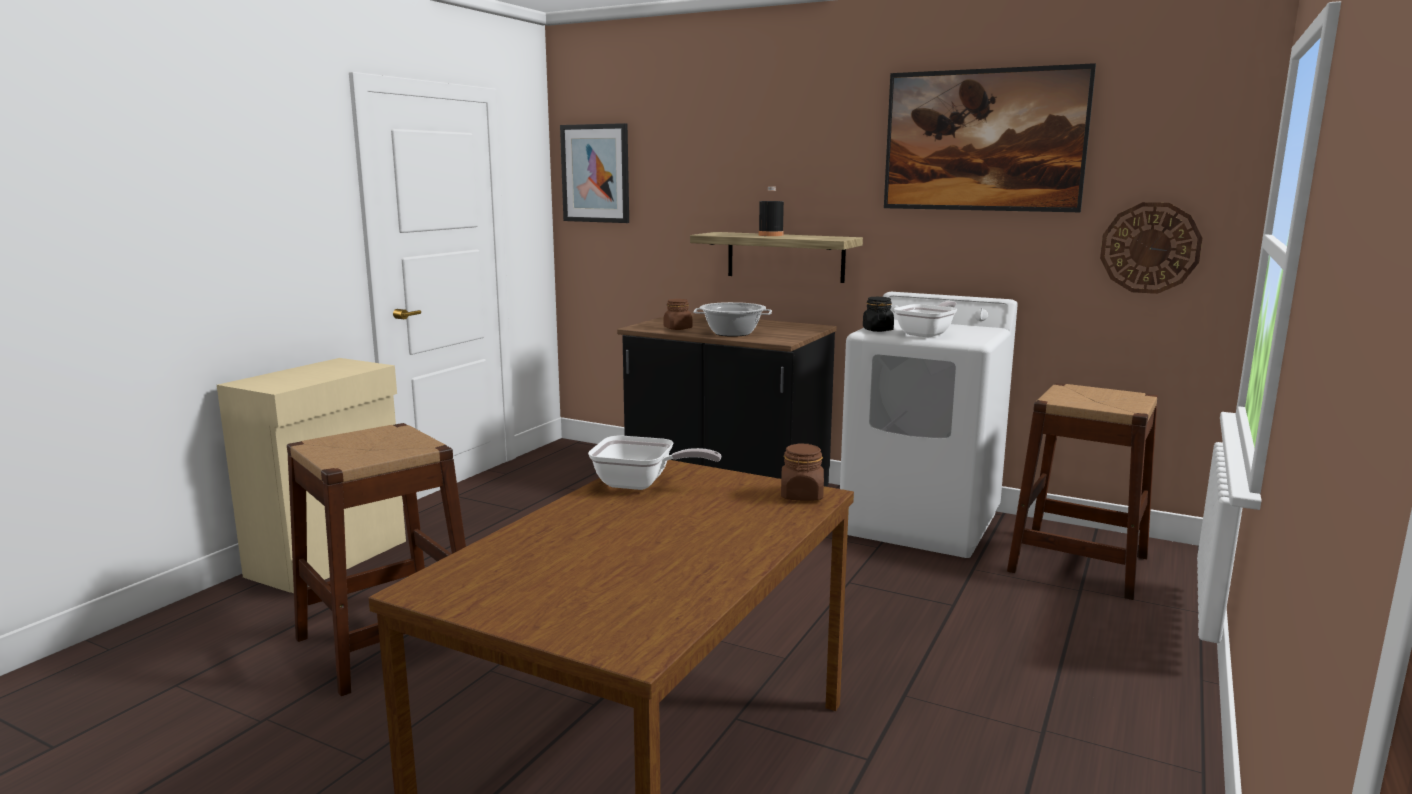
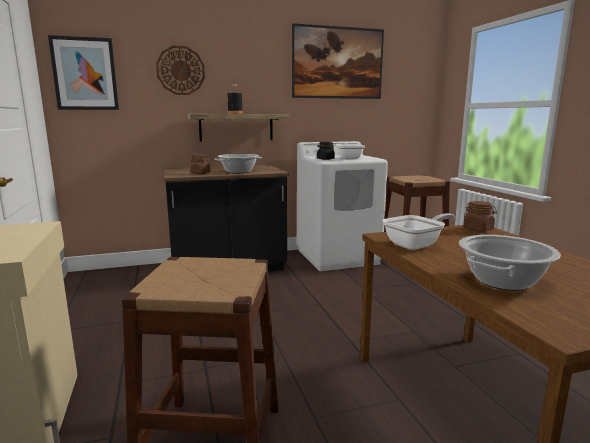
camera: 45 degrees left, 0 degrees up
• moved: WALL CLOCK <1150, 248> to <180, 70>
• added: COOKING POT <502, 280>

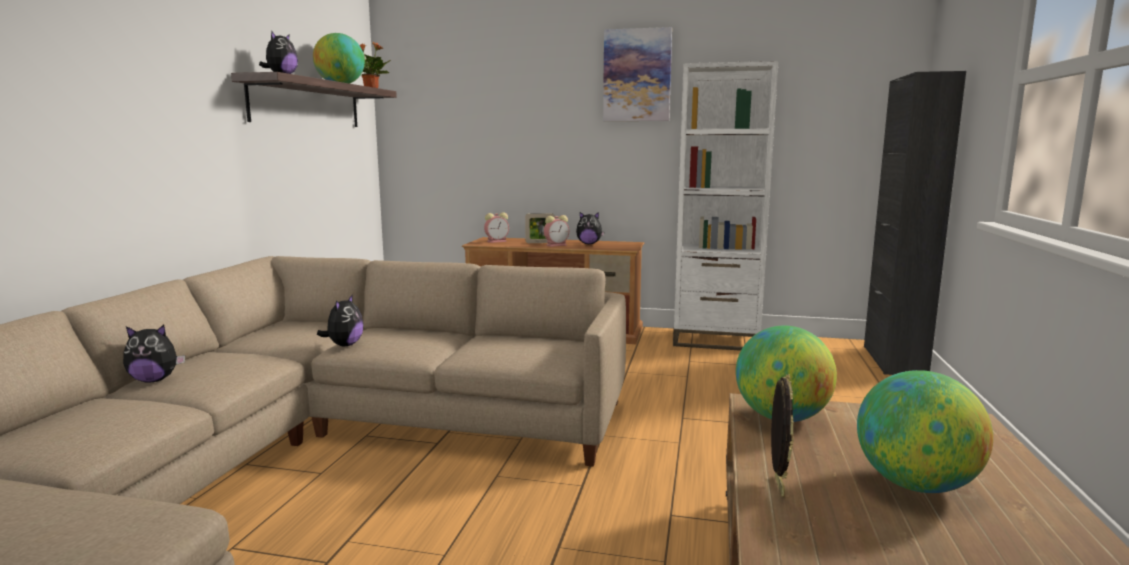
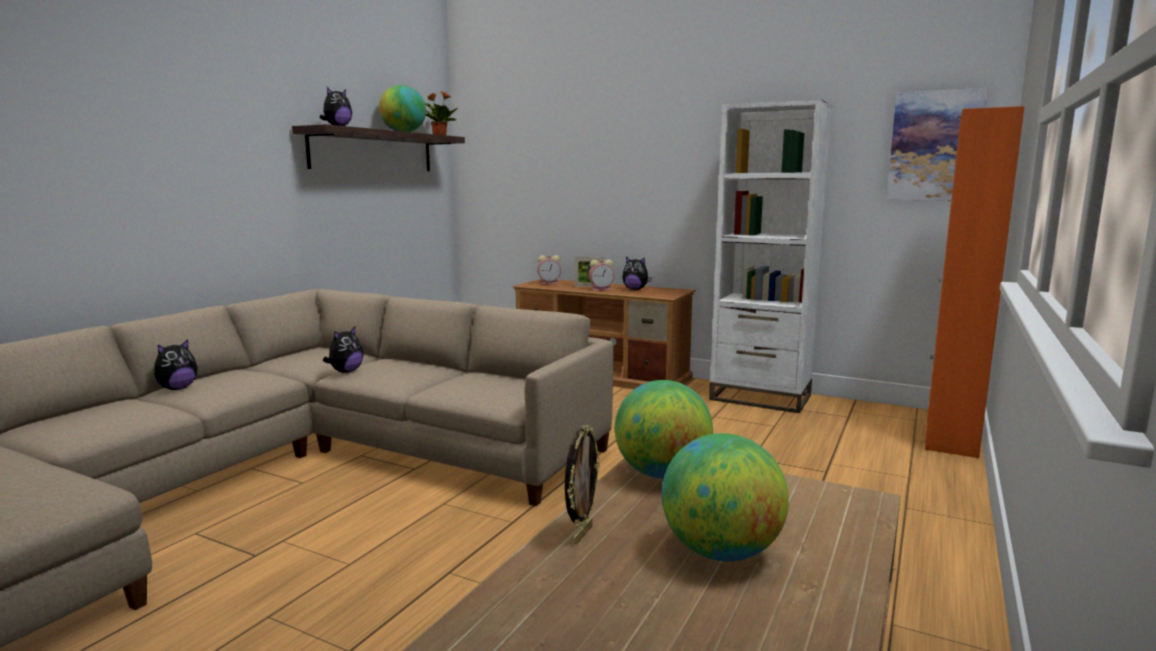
camera: 15 degrees right, 0 degrees up
• moved: PICTURE <637, 75> to <935, 146>
• recoloured: BLACK CABINET <894, 361> to ORANGE CABINET <951, 436>
• turned: PLUSH TOY <154, 380> = <177, 388> 60 degrees counterclockwise

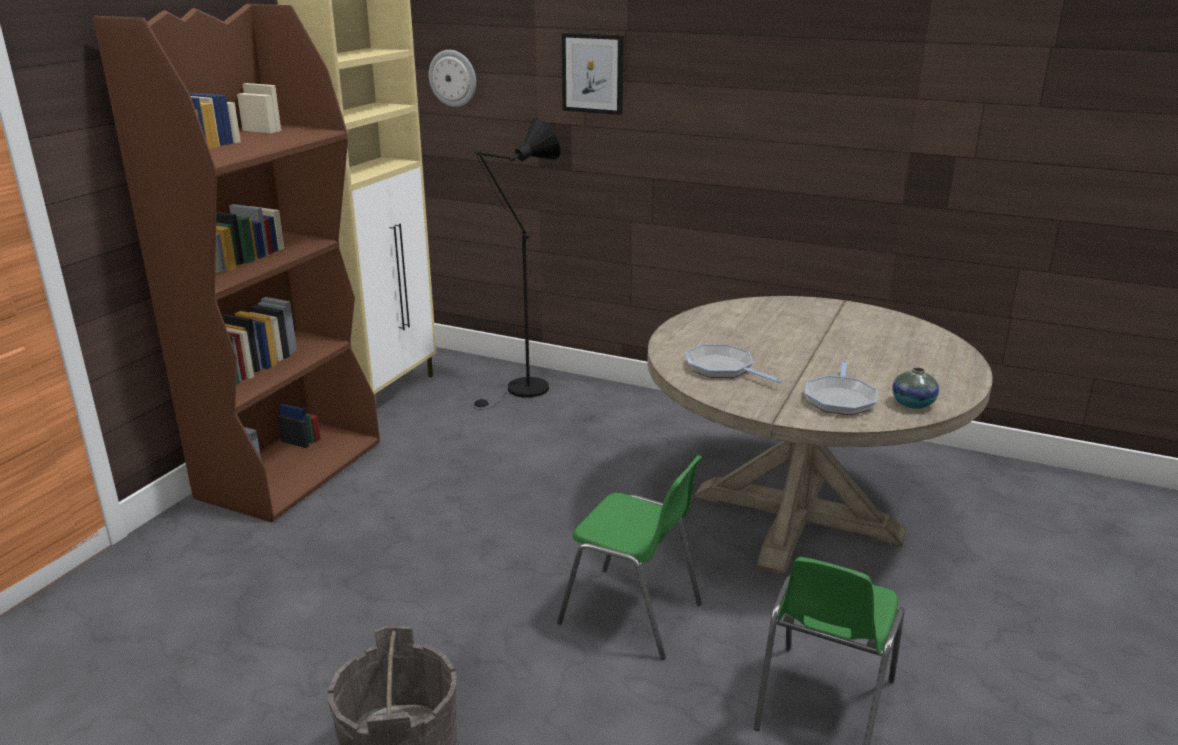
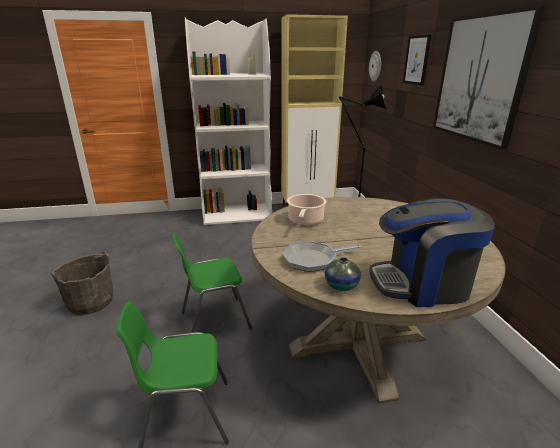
camera: 55 degrees right, 0 degrees up
• recoloured: BROWN BOOKCASE <291, 469> to WHITE BOOKCASE <237, 214>
• replaced: FRYING PAN <722, 368> to COOKING POT <305, 221>
• turned: GREEN CHAIR <632, 614> = <214, 320> 75 degrees clockwise
• added: PICTURE <480, 79>
• added: COFFEE MACHINE <422, 284>

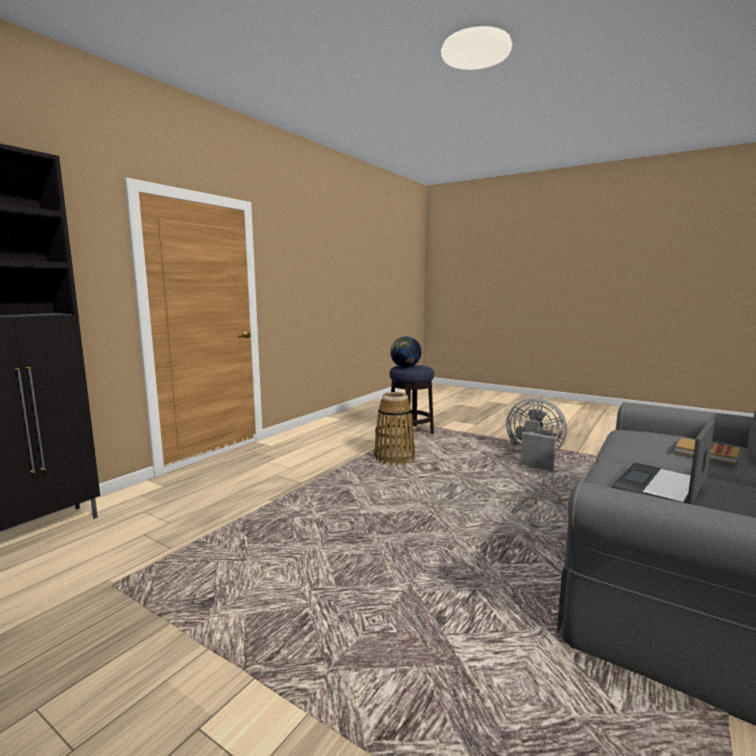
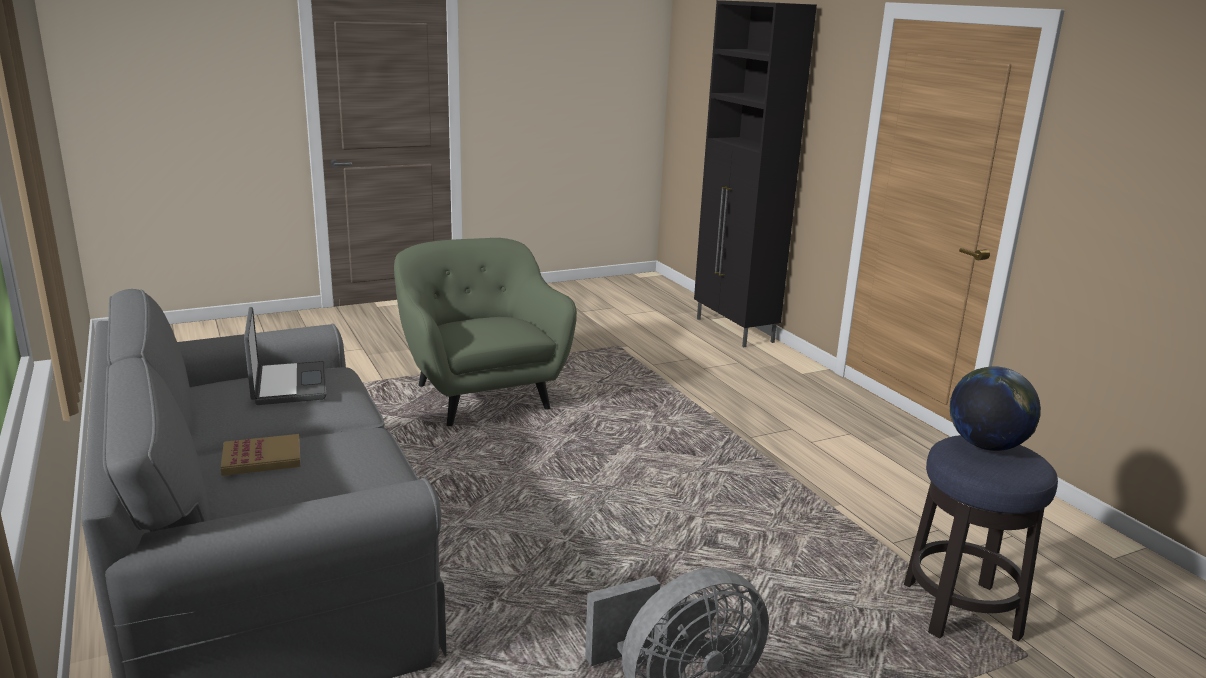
camera: 120 degrees right, 10 degrees up
• removed: BASKET <394, 458>
• added: GREEN ARMCHAIR <481, 395>

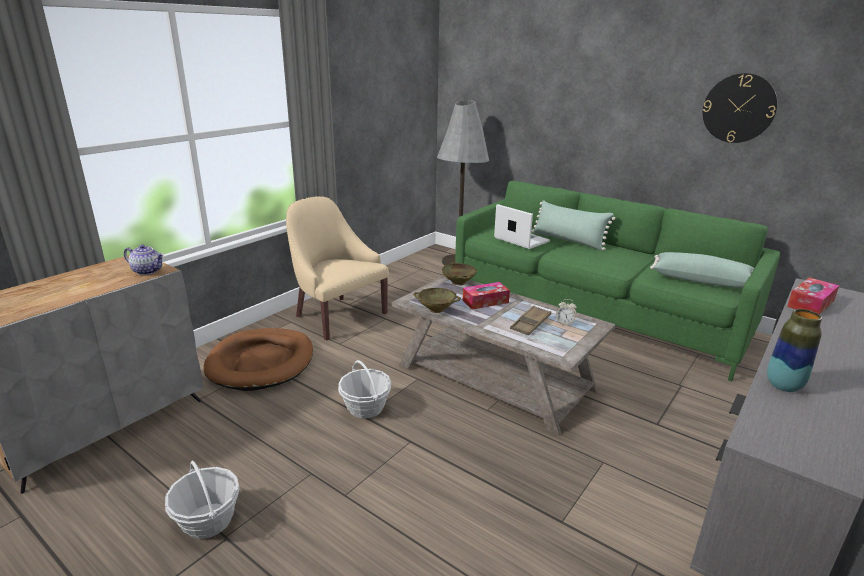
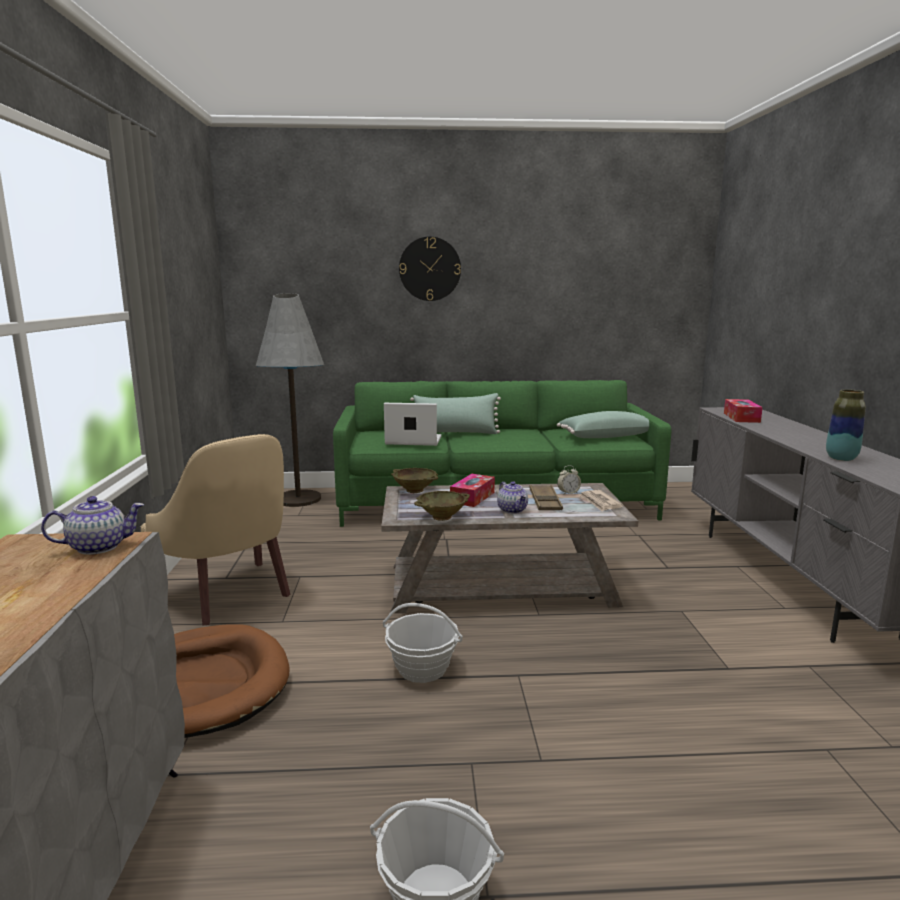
camera: 40 degrees left, 10 degrees down
• moved: WALL CLOCK <739, 108> to <430, 269>
• turned: BEIGE ARMCHAIR <337, 315> = <229, 594> 135 degrees counterclockwise
• added: TEAPOT <512, 510>
• added: NEWSPAPER <600, 502>

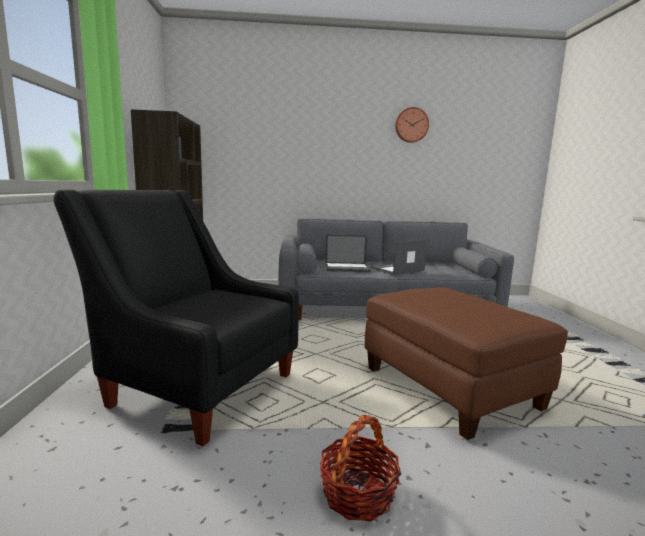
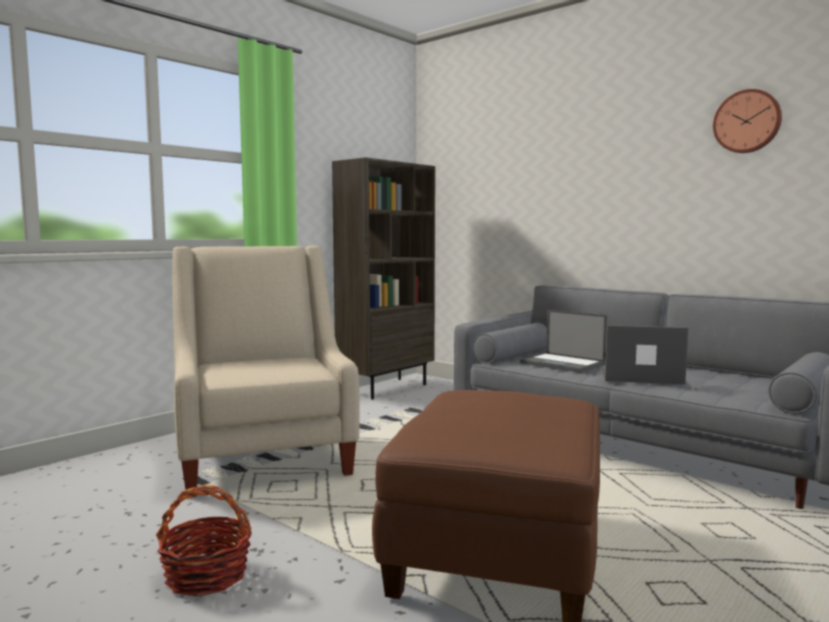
camera: 45 degrees right, 5 degrees down
• recoloured: BLACK ARMCHAIR <194, 386> to BEIGE ARMCHAIR <263, 457>

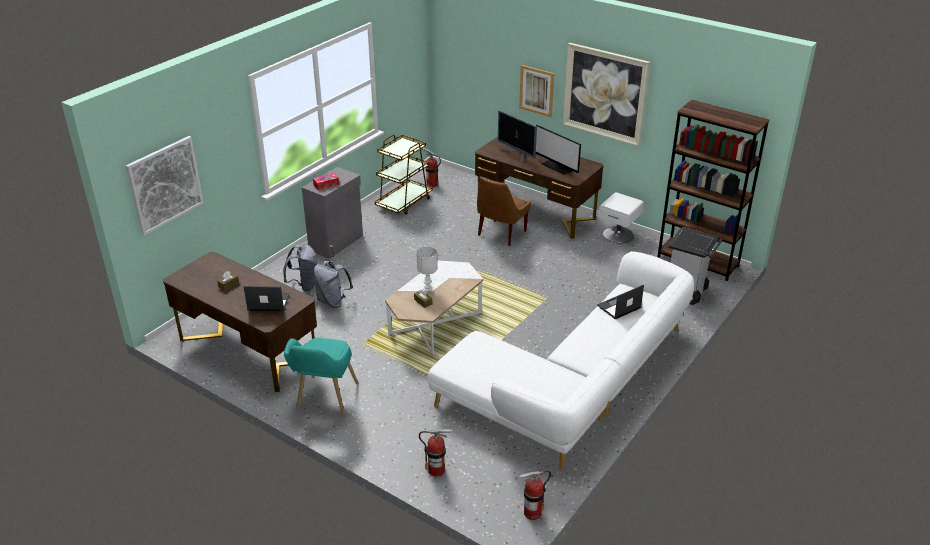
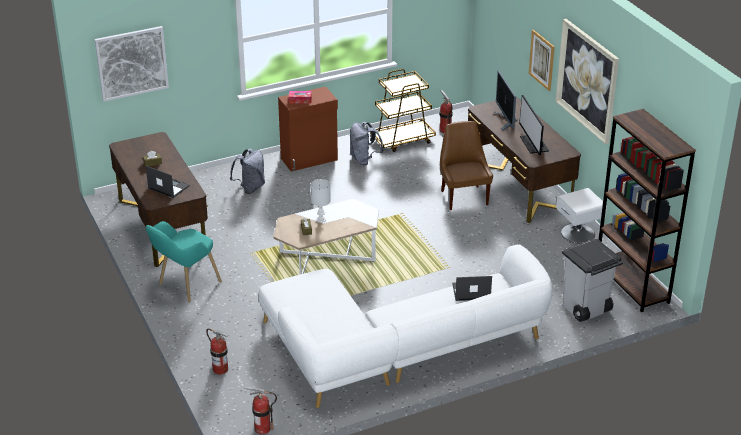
camera: 30 degrees right, 0 degrees up
• recoloured: GREY CABINET <337, 243> to BROWN CABINET <310, 159>
• turned: BROWN CHAIR <501, 234> = <463, 197> 105 degrees clockwise
• moved: GREY BACKPACK <333, 301> to <364, 160>

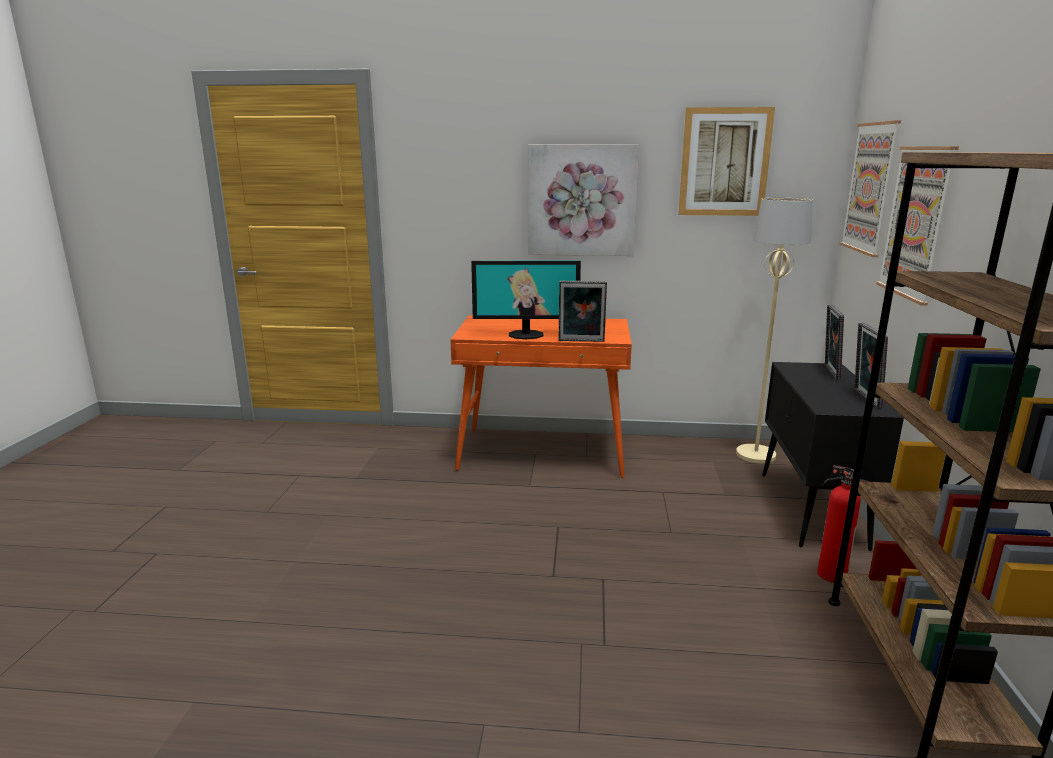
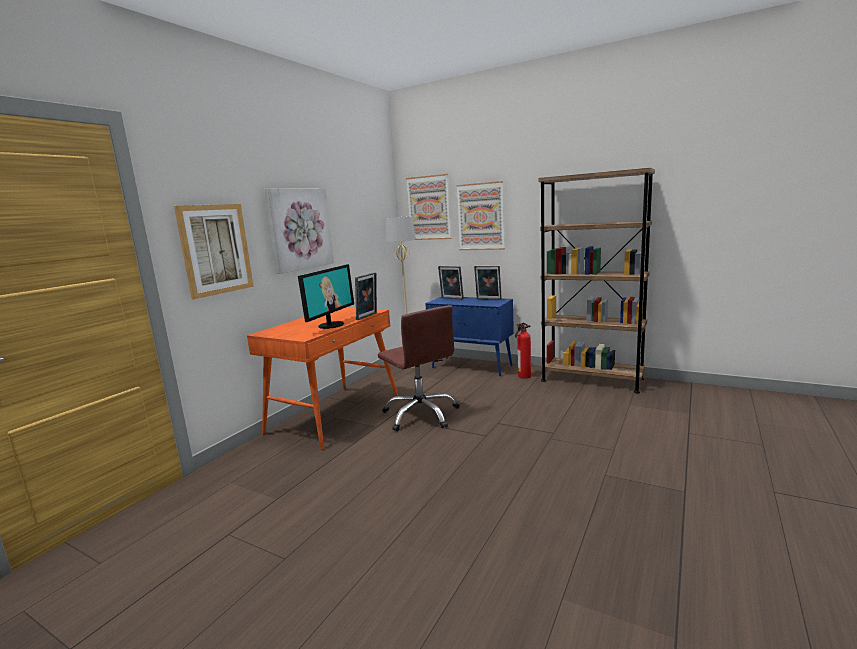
camera: 65 degrees left, 5 degrees down
• moved: PICTURE <724, 162> to <216, 249>
• recoloured: BLACK CABINET <812, 510> to BLUE CABINET <472, 366>
• added: BROWN OFFICE CHAIR <421, 414>

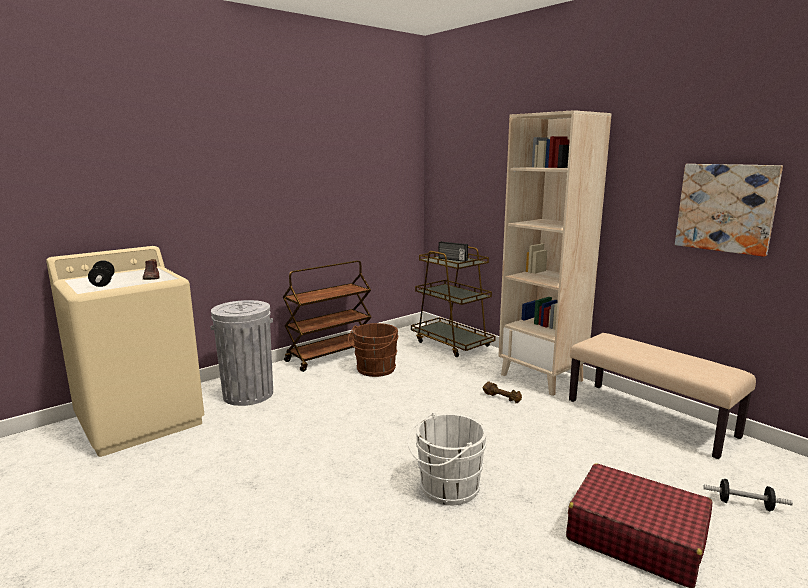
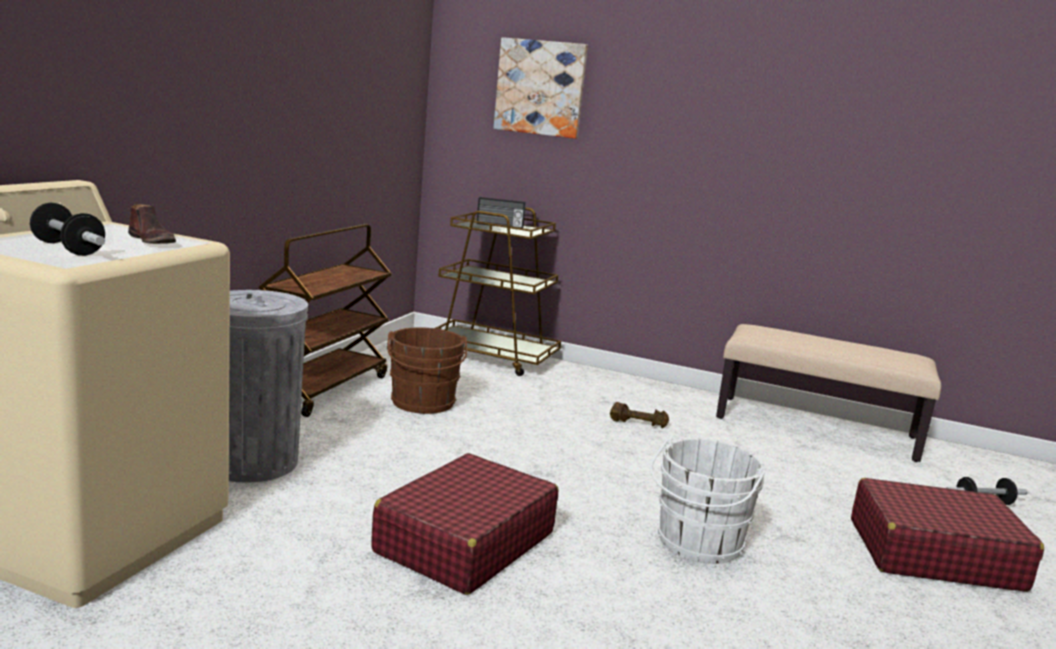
camera: 30 degrees left, 0 degrees up
• removed: BEIGE BOOKCASE <542, 377>
• moved: PICTURE <726, 208> to <540, 88>
• added: RED SUITCASE <464, 543>

